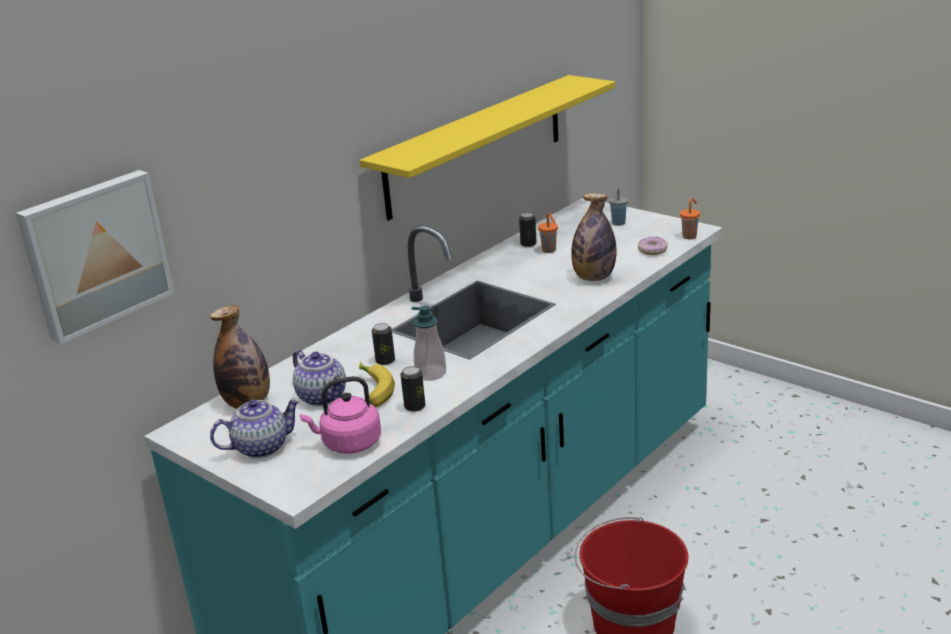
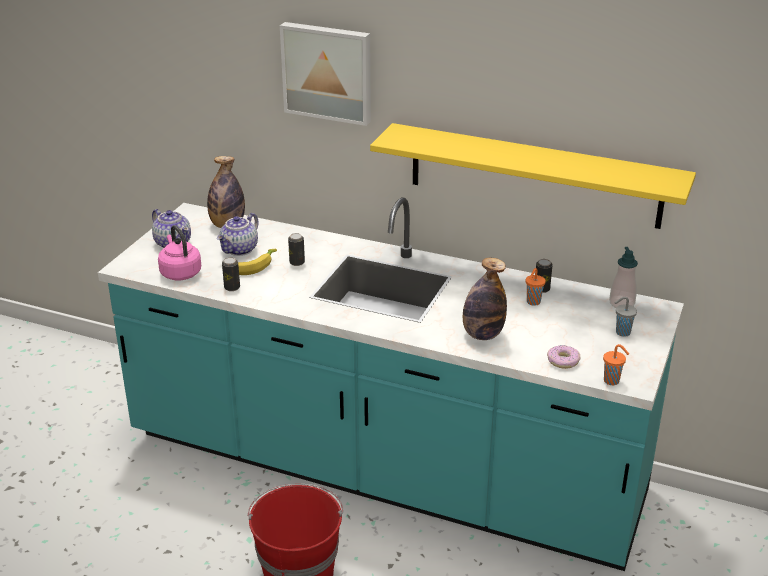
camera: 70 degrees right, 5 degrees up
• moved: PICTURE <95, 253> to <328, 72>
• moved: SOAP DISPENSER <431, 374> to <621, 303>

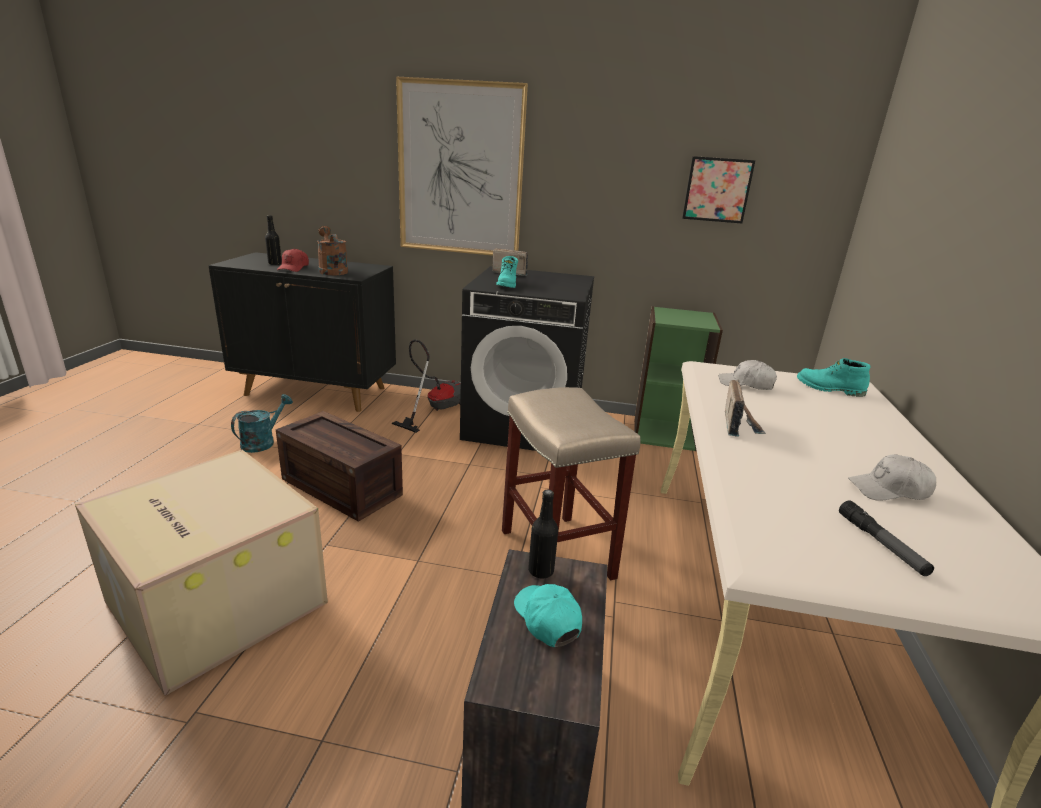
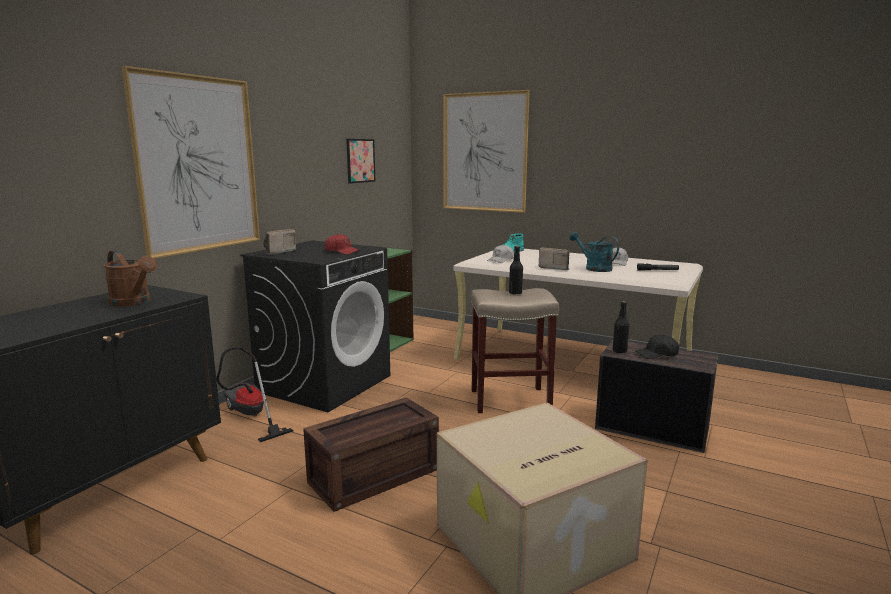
camera: 70 degrees left, 10 degrees down
• moved: BLACK BOTTLE <275, 263> to <515, 293>
• turned: BROWN WATERING CAN <332, 270> = <134, 303> 135 degrees counterclockwise
• moved: RED CAP <294, 268> to <342, 252>
• removed: TURQUOISE BOOT <507, 284>
• moved: TURQUOISE WATERING CAN <263, 442> to <594, 268>
• recoloured: TURQUOISE CAP <547, 619> to BLACK CAP <657, 354>
• added: PICTURE <484, 152>

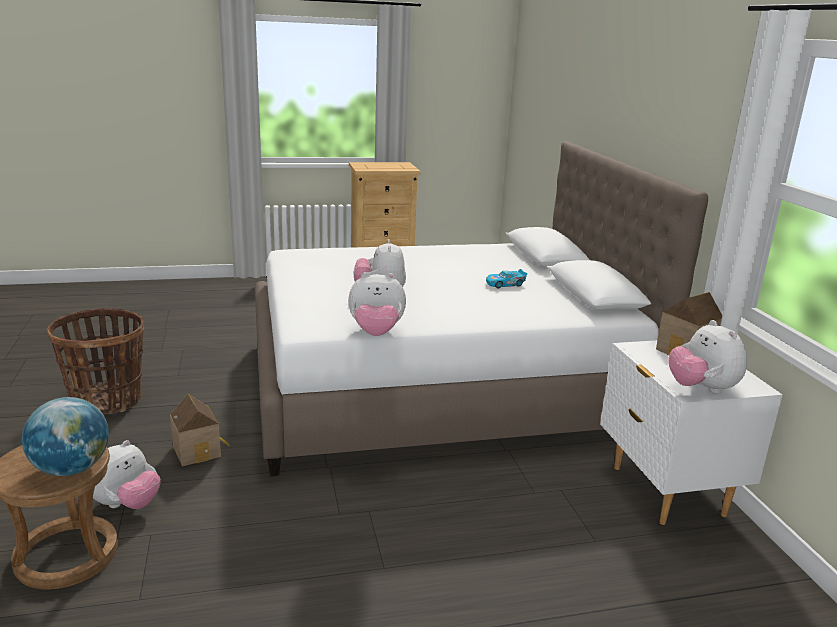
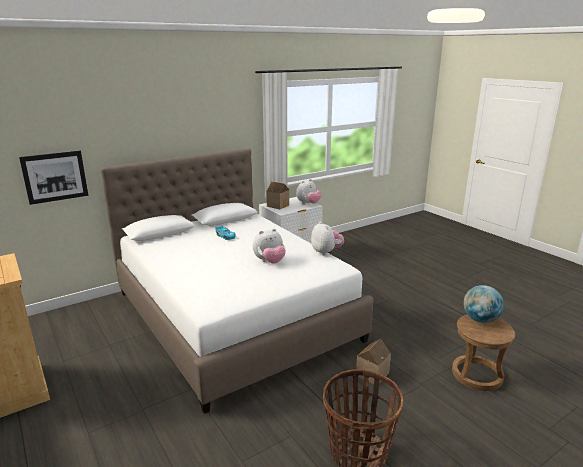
camera: 110 degrees left, 0 degrees up
• removed: PLUSH TOY <127, 504>
• added: PICTURE <55, 177>

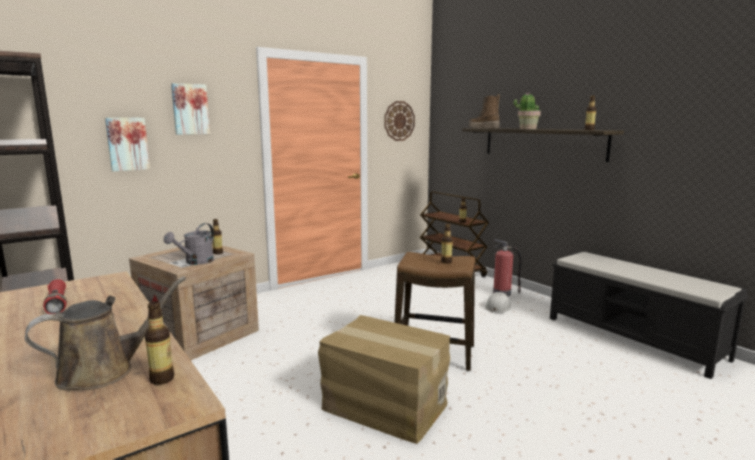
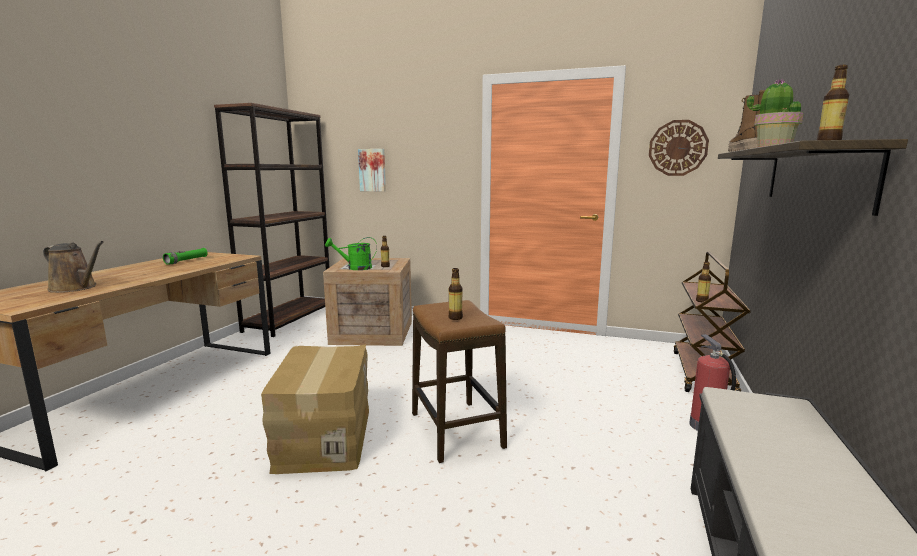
camera: 55 degrees right, 0 degrees up
• removed: PICTURE <190, 109>
• recoloured: GREY WATERING CAN <195, 262> to GREEN WATERING CAN <355, 268>
• recoloured: RED FLASHLIGHT <57, 304> to GREEN FLASHLIGHT <186, 261>
• removed: WHITE HARD HAT <498, 307>
• removed: BOTTLE <162, 379>

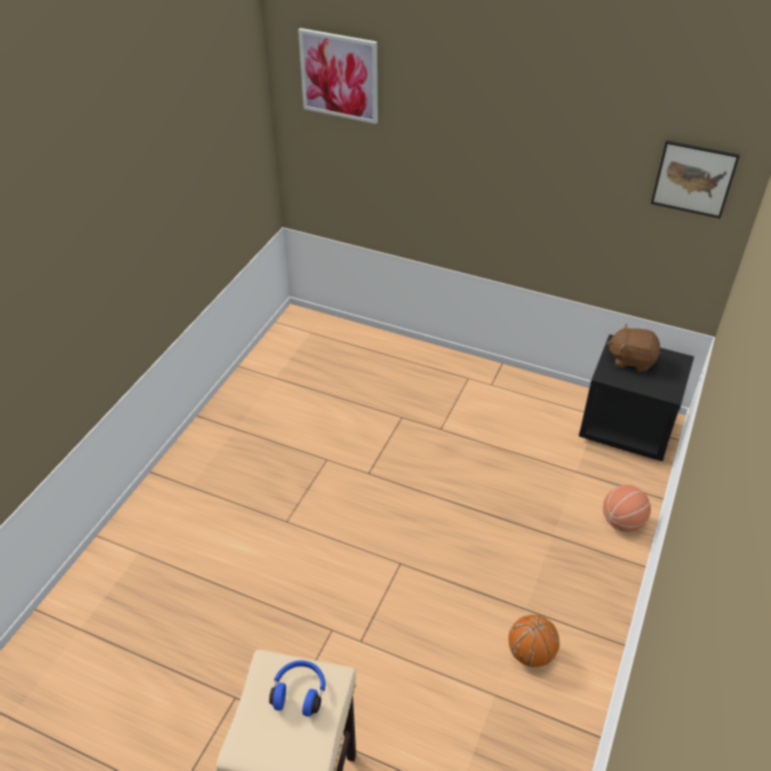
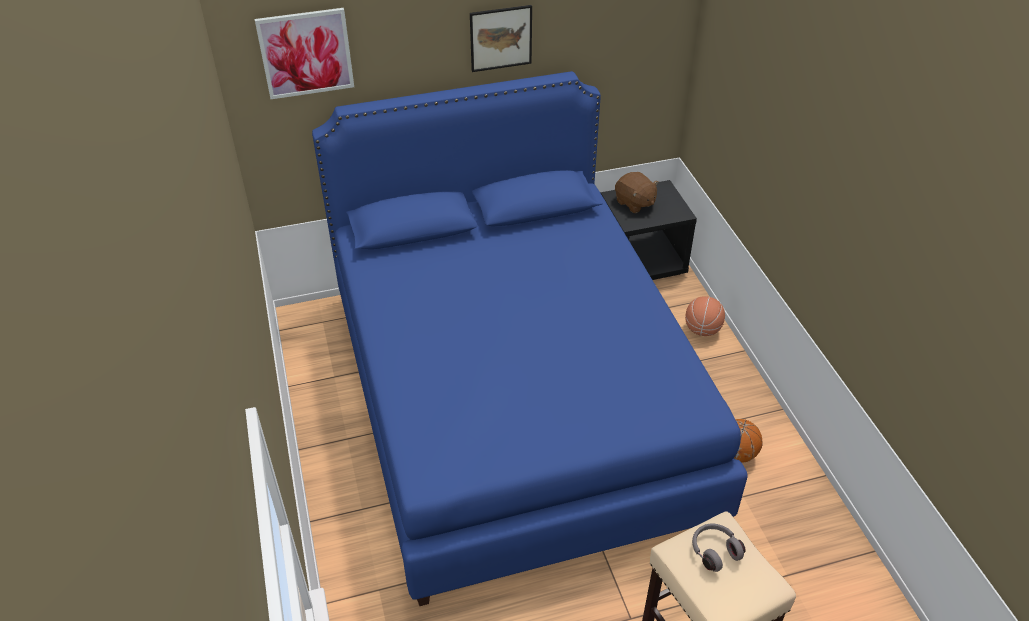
camera: 40 degrees left, 0 degrees up
• moved: PICTURE <693, 179> to <501, 38>
• turned: BROWN PLUSH TOY <631, 360> = <634, 203> 105 degrees counterclockwise
• recoloured: BLUE HEADPHONES <299, 692> to GREY HEADPHONES <714, 551>
• added: BLUE BED <514, 400>

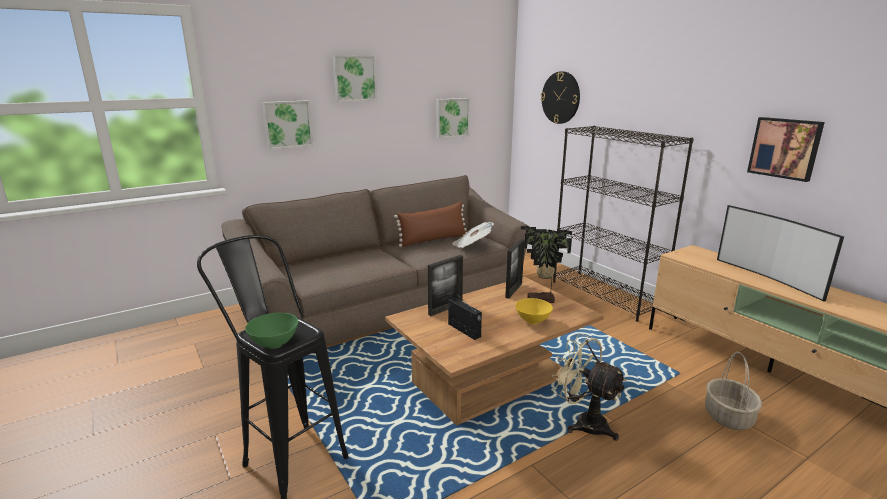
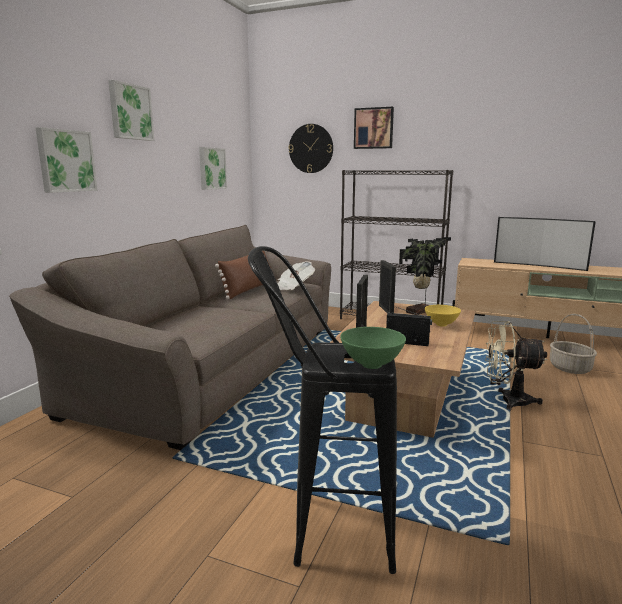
camera: 35 degrees left, 5 degrees down
• moved: PICTURE <785, 148> to <373, 128>

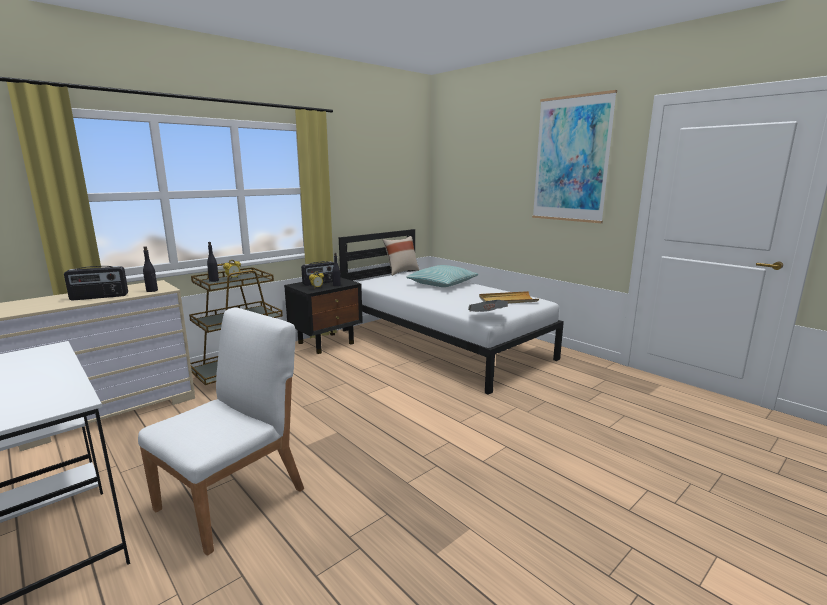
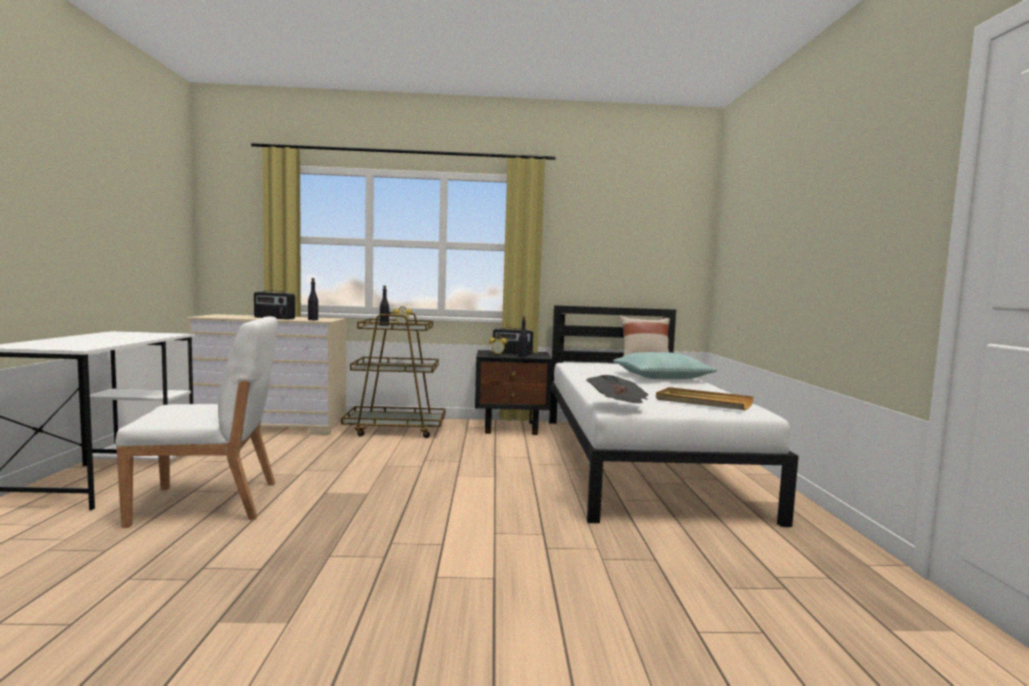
camera: 40 degrees right, 10 degrees down
• removed: PICTURE <571, 159>

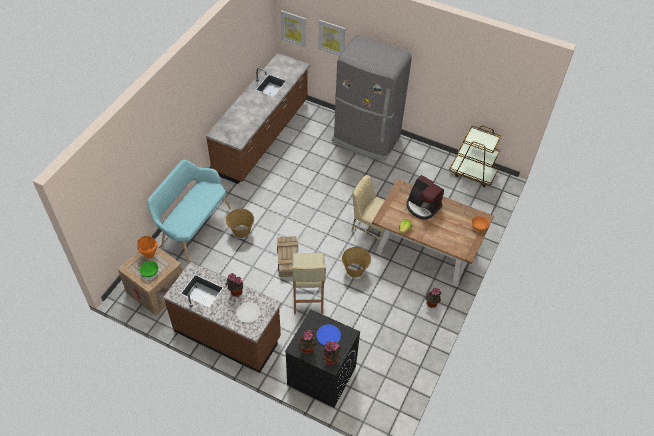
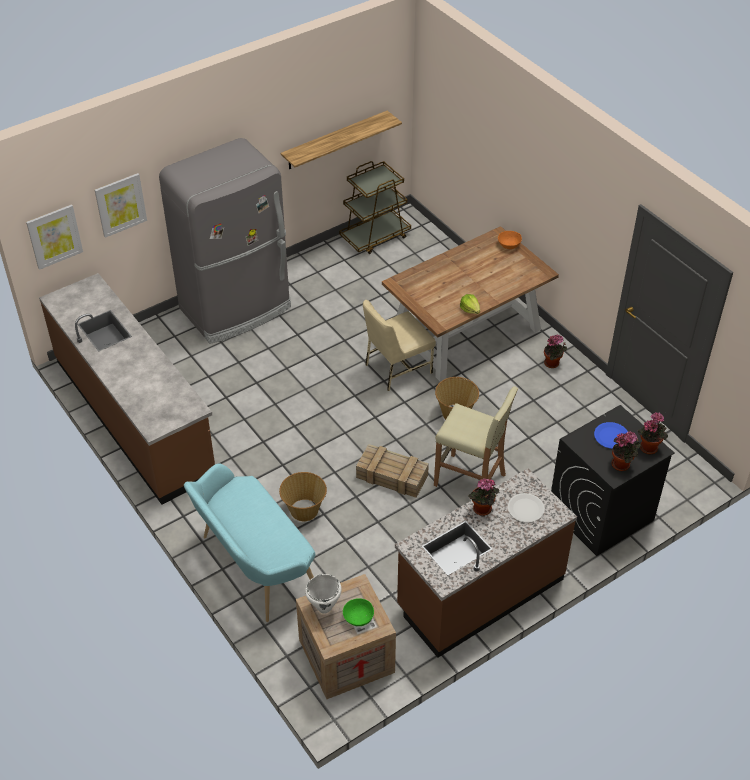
camera: 60 degrees left, 5 degrees down
• removed: COFFEE MACHINE <422, 206>
• recoloured: ORANGE COOKING POT <150, 255> to WHITE COOKING POT <324, 608>
• added: SHELF <335, 140>

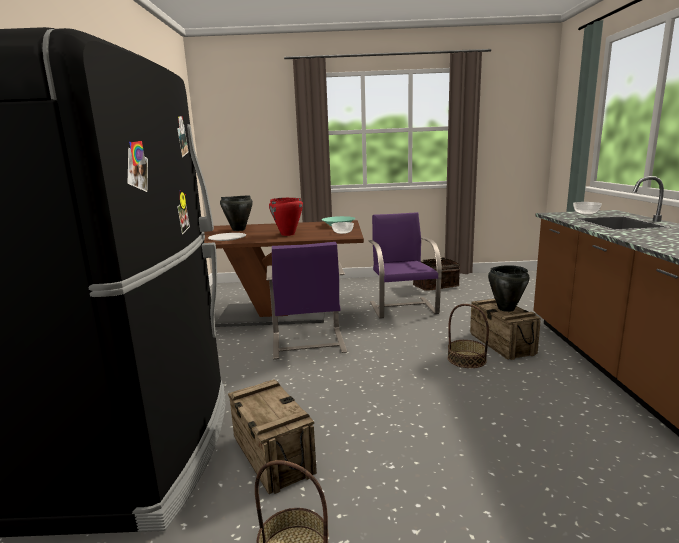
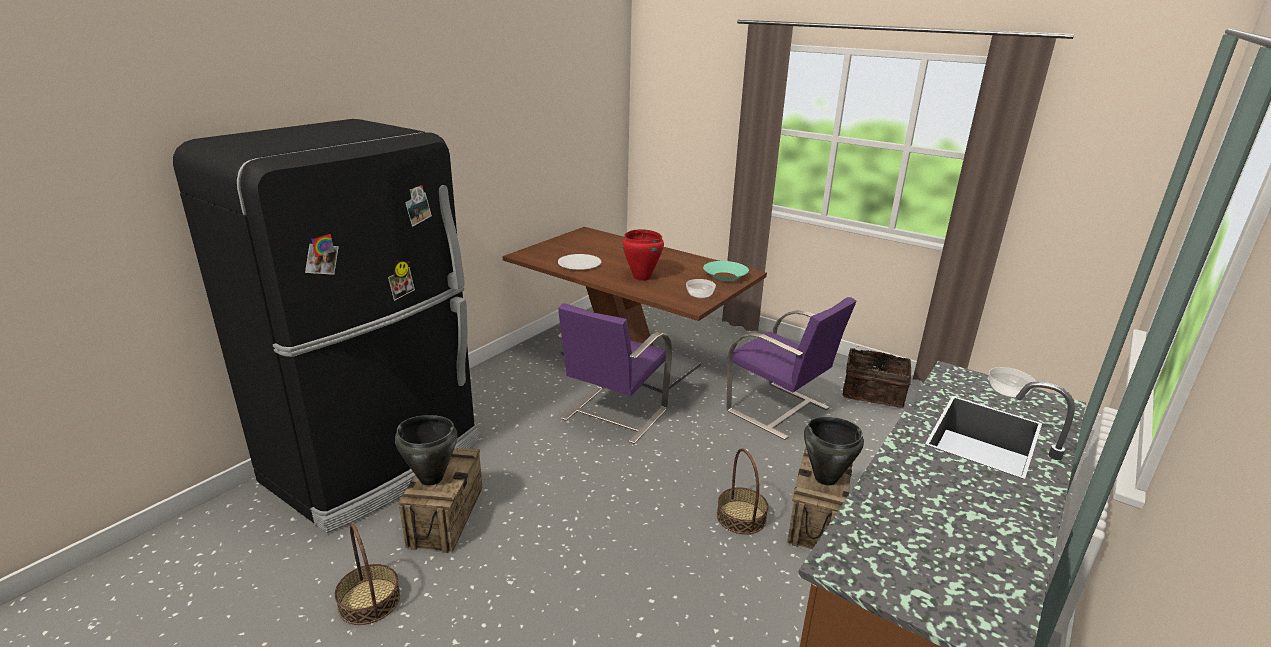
camera: 35 degrees right, 10 degrees up
• moved: BLACK COOKING POT <238, 229> to <431, 478>
• turned: PURPLE CHAIR <403, 307> = <779, 410> 105 degrees clockwise

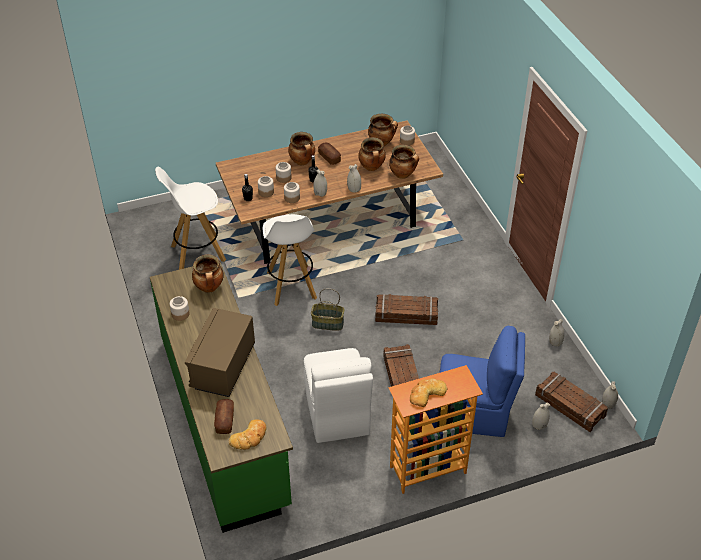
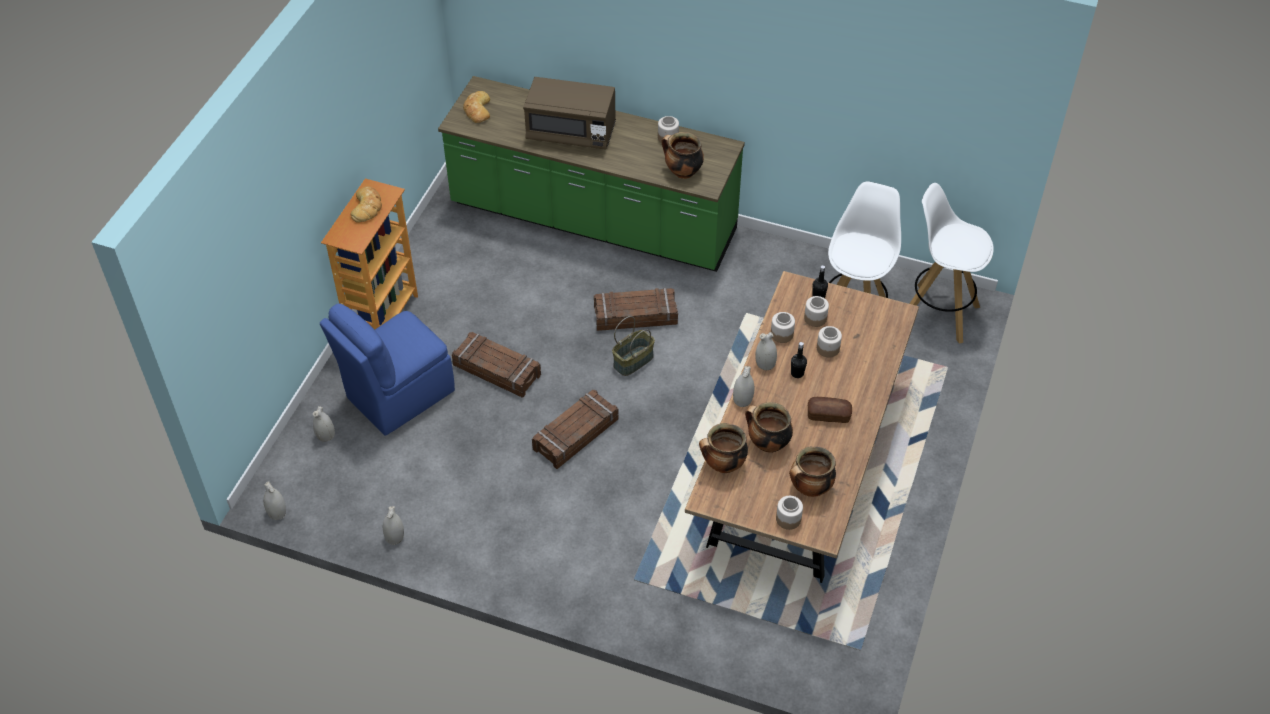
camera: 130 degrees right, 5 degrees up
• removed: COOKING POT <302, 162>
• moved: WHITE STOOL <291, 286> to <938, 313>
• turned: BROWN MICROWAVE <223, 366> = <571, 132> 135 degrees clockwise
• removed: WHITE CHAIR <337, 414>
• moved: CRATE <569, 406> to <635, 315>
• removed: BREAD <225, 420>

